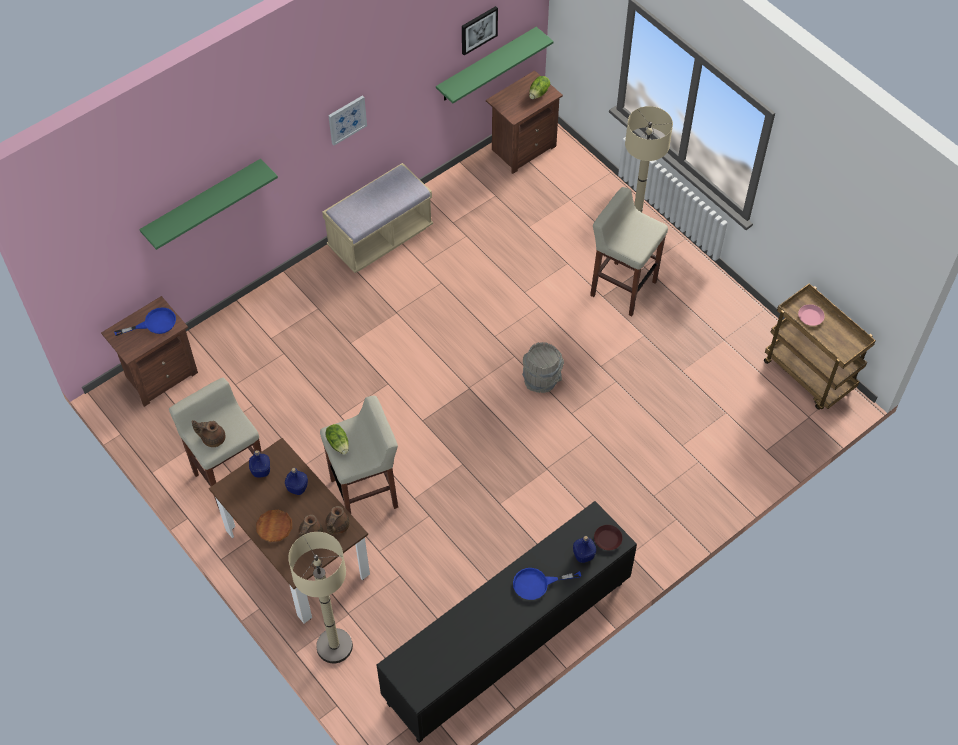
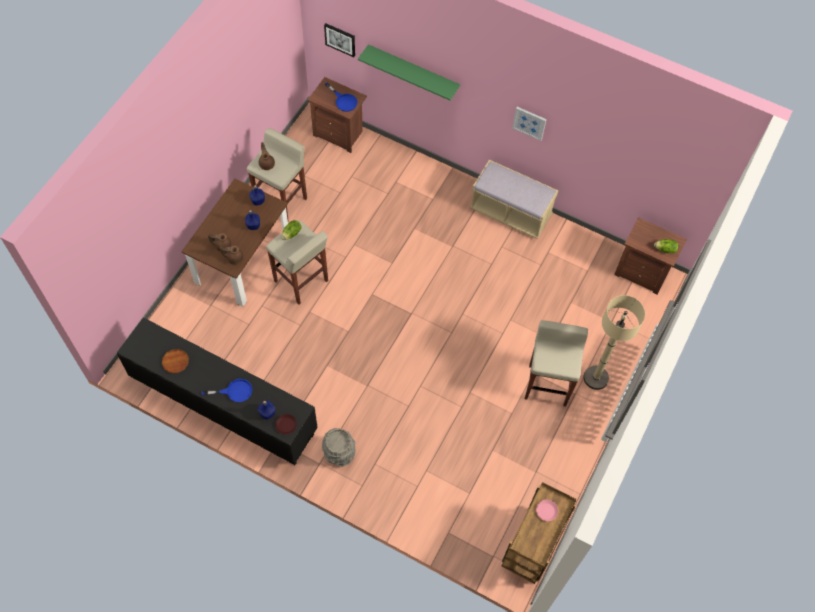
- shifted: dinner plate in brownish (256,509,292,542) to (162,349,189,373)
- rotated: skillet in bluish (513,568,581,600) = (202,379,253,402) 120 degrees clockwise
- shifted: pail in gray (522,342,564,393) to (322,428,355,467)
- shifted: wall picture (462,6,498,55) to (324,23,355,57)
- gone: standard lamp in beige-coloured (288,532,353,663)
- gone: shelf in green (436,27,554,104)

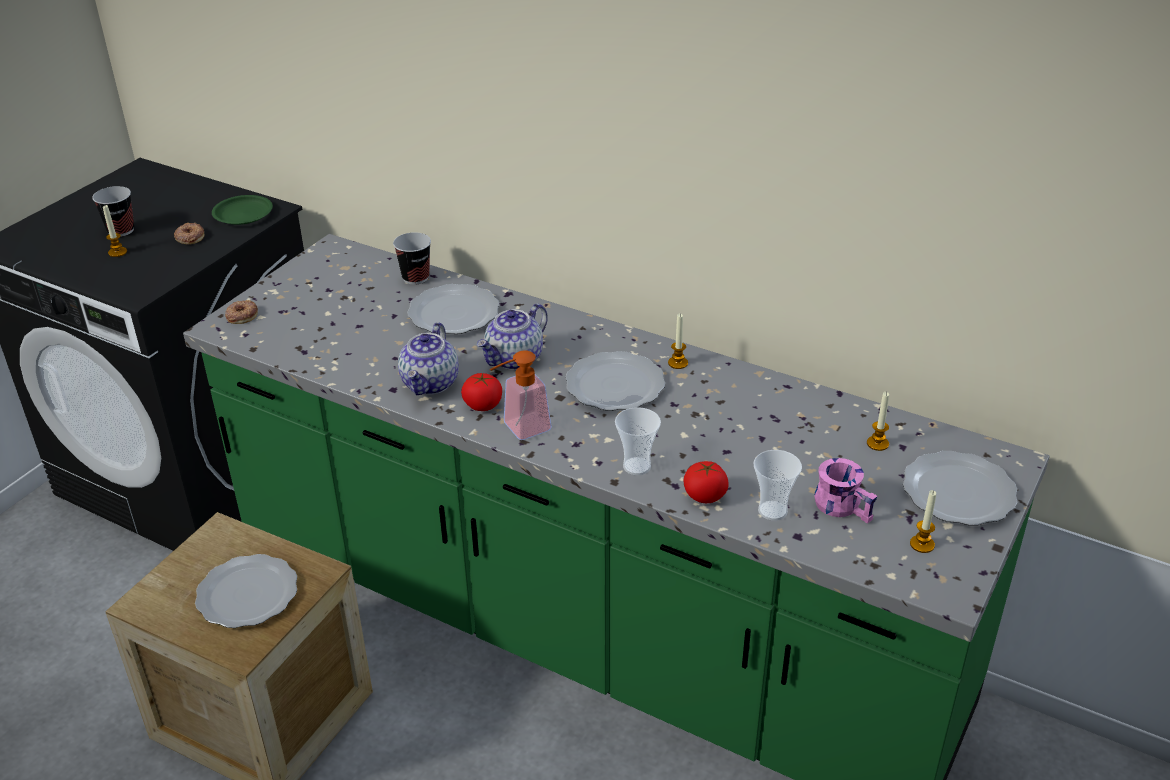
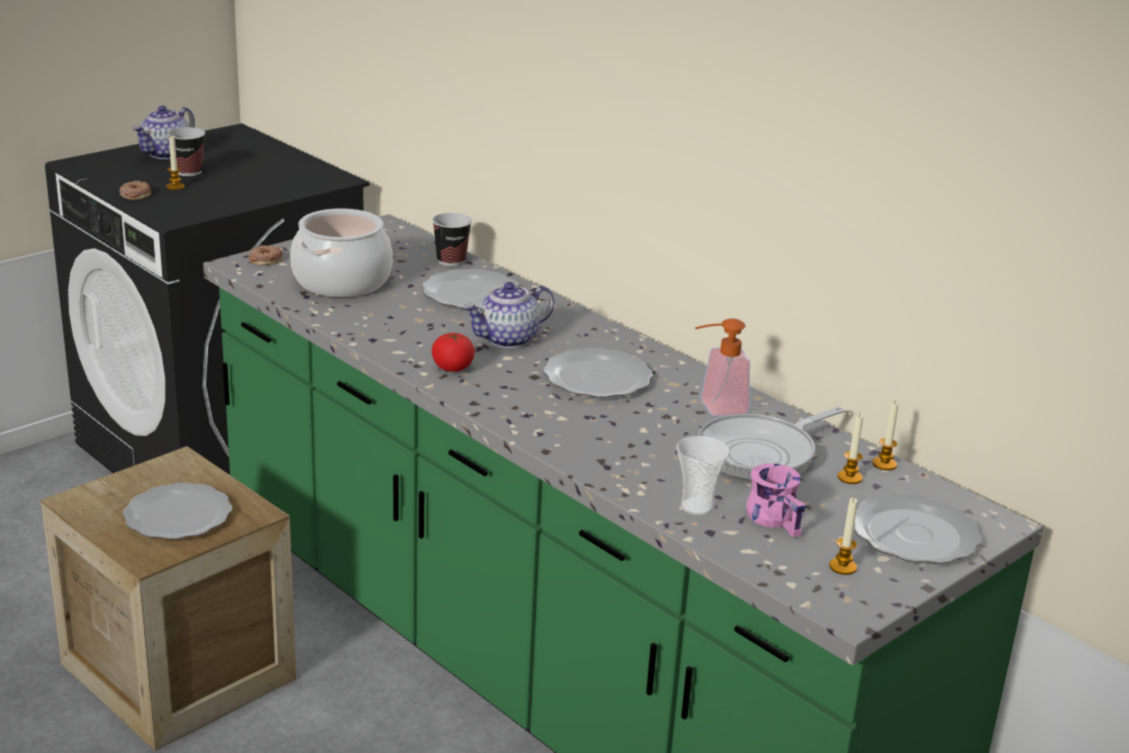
- shifted: doughnut (174,223,204,245) to (119,181,151,200)
- shifted: tea pot (398,322,459,395) to (132,106,195,159)
- new: cooking pot (290,208,393,297)
- shifted: soap bottle (490,350,552,440) to (694,318,750,416)
- new: skillet (698,407,844,481)
- shifted: wax light (668,314,688,369) to (872,400,898,471)
- gone: dinner plate in green (212,195,273,225)
- gone: small cup (615,407,661,475)
- gone: tomato (683,461,729,503)

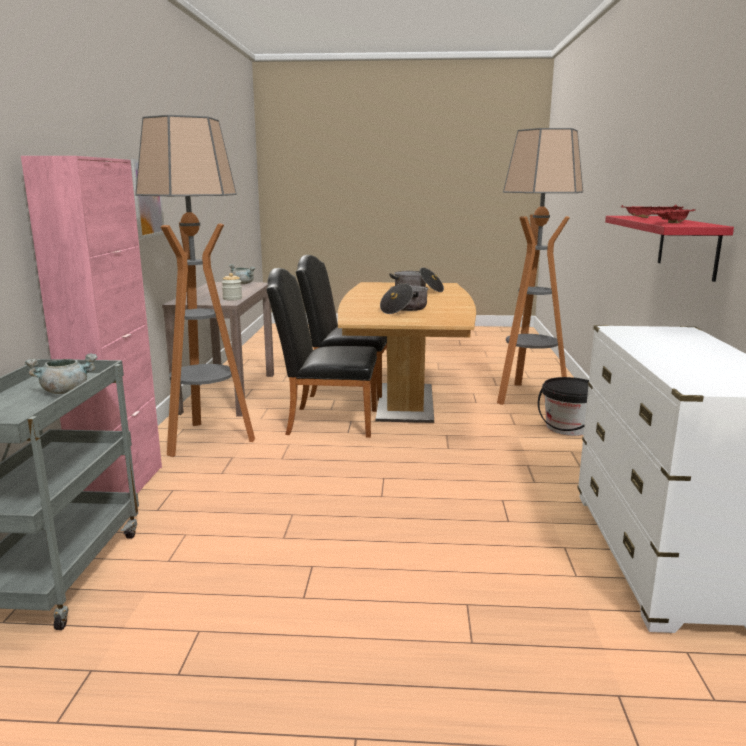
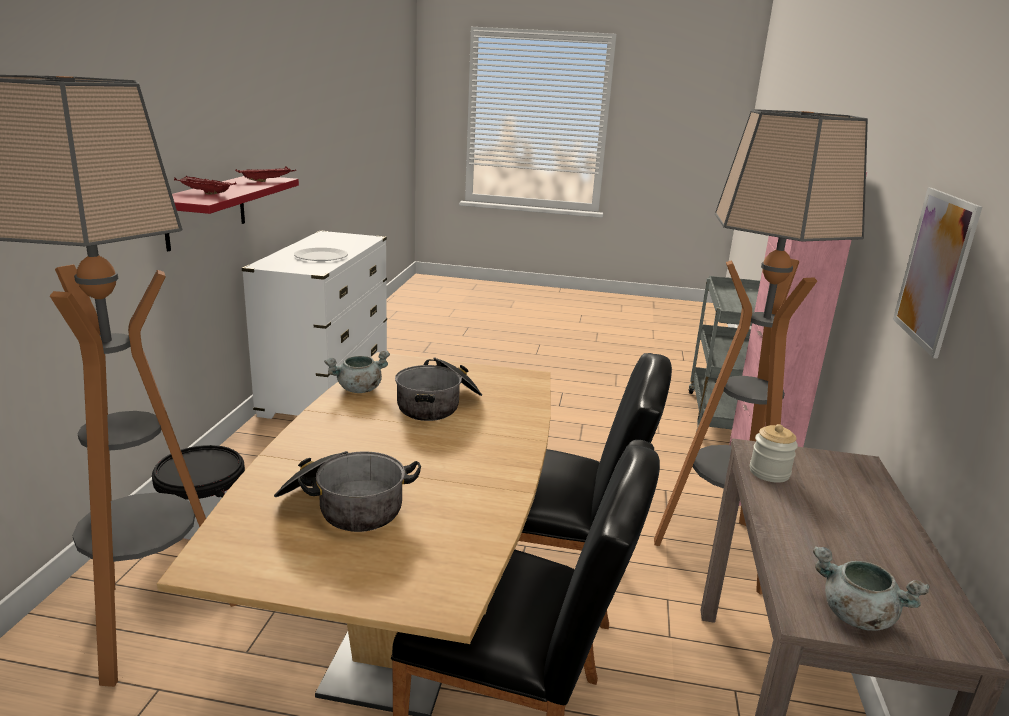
- new: dinner plate in whitish (294,247,348,261)
- shifted: cooking pot in gray (25,354,97,394) to (324,351,390,393)

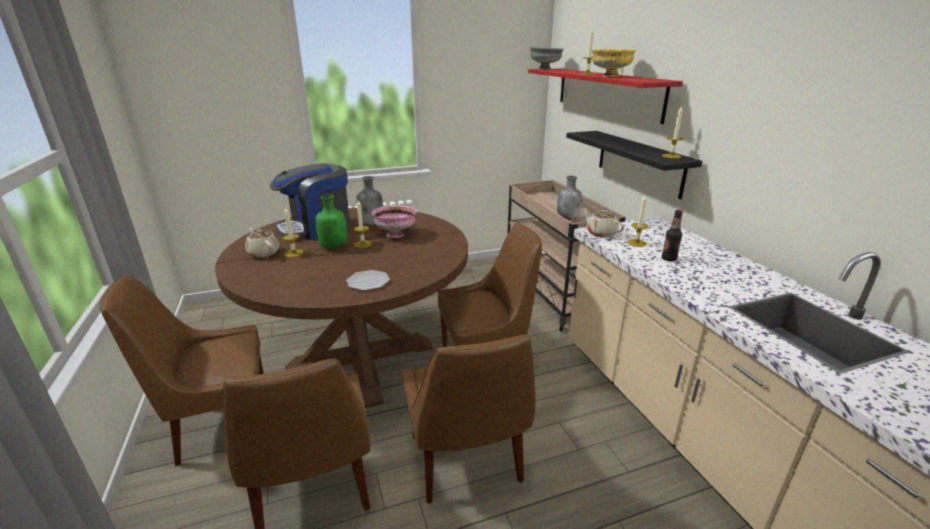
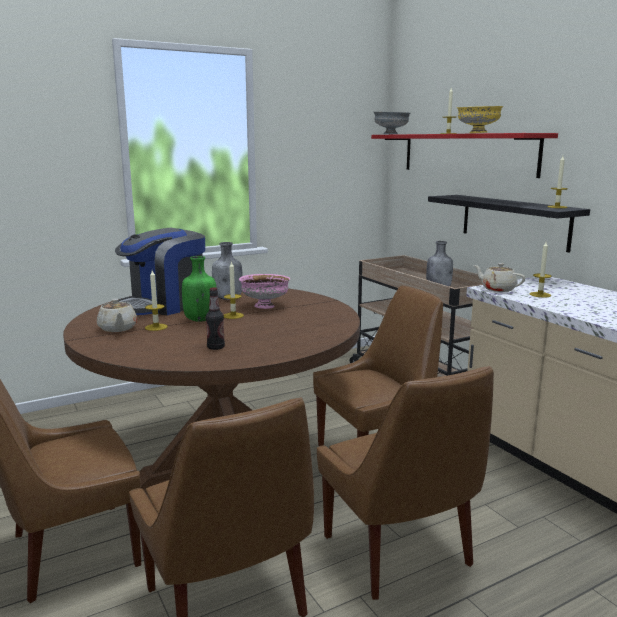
- rotated: tea pot in beige-coloured (245,228,280,258) = (97,299,137,332) 150 degrees counterclockwise
- shifted: bottle (662,210,683,261) to (206,287,225,350)
- gone: dinner plate (346,270,390,291)

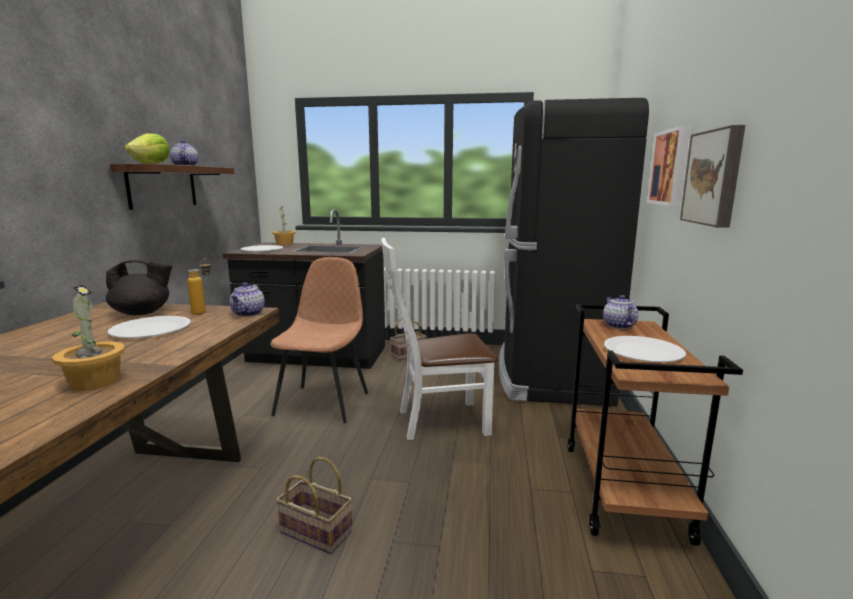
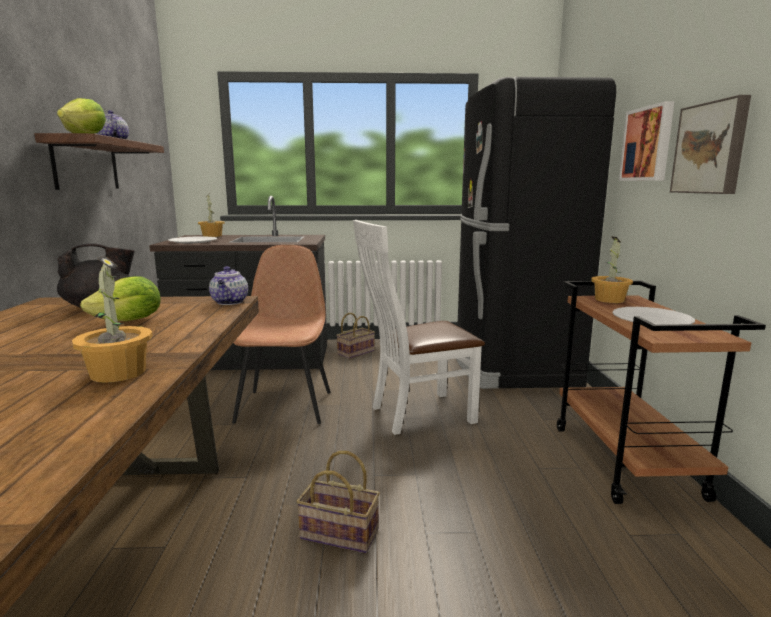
- swapped: dinner plate in whitish (108,316,191,338) to lettuce head (80,276,161,321)
- swapped: tea pot (603,295,638,329) to potted plant (591,236,633,303)
- gone: bottle (187,259,211,315)

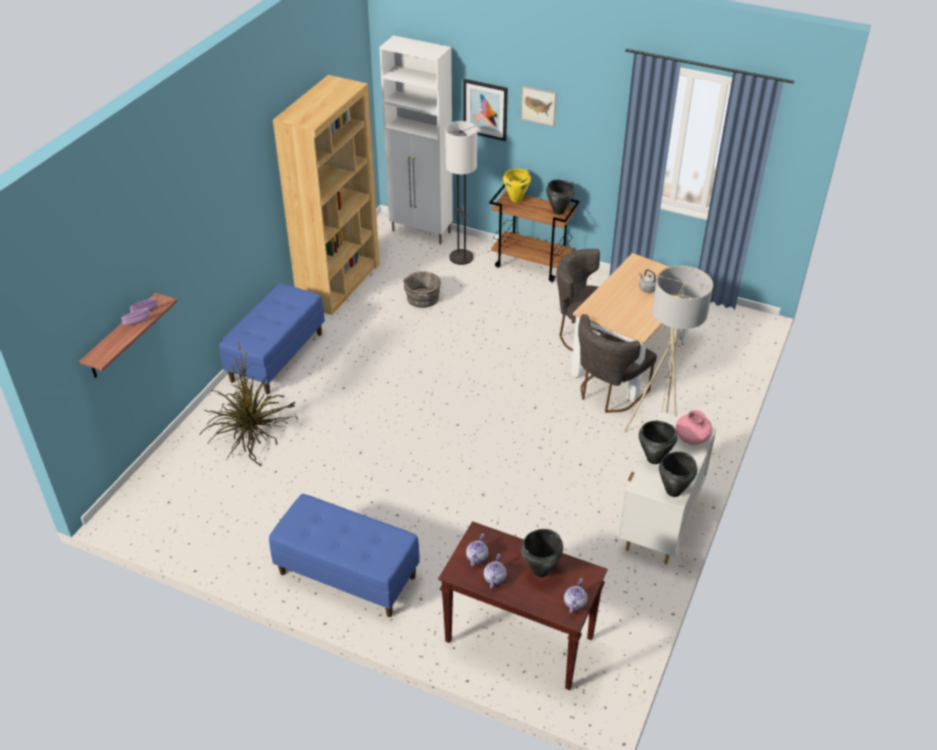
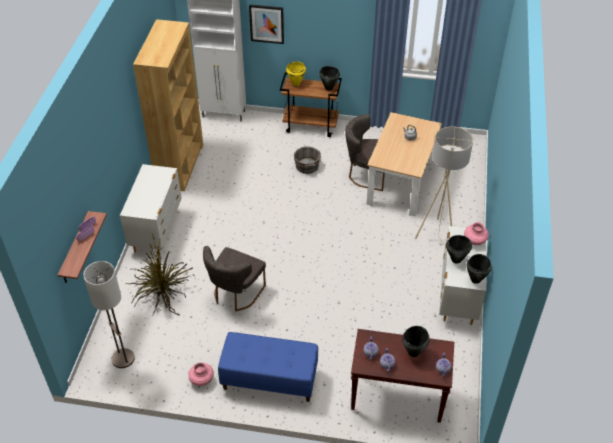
- shifted: standard lamp (445,121,477,265) to (83,261,135,368)
- swapped: bench in bluish (219,283,325,394) to dresser in whitish (120,164,182,256)
- new: decorative vase in pink-coloured (188,363,214,386)
- shifted: chair in gray (578,314,657,413) to (203,246,266,311)
- shifted: pail in gray (403,271,441,308) to (294,147,321,174)
- gone: wall picture (520,85,557,127)

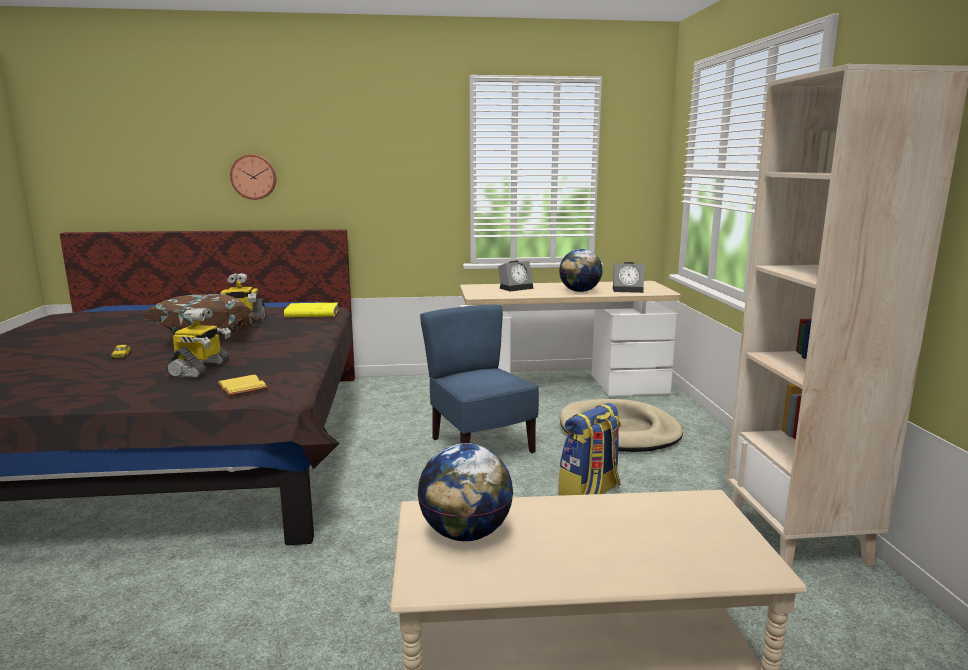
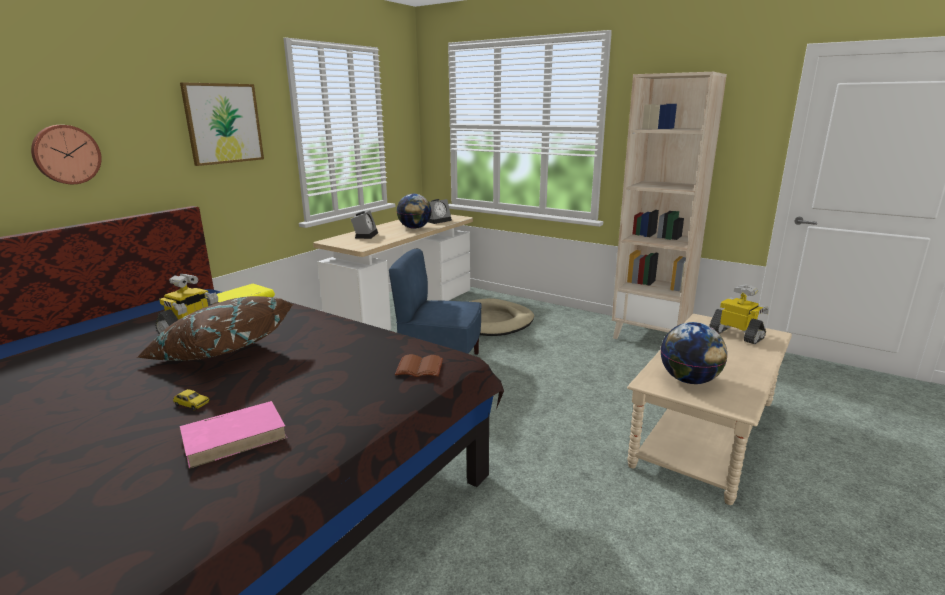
- new: wall picture (180,82,264,166)
- new: book in pink-coloured (180,401,287,469)
- repainted: book in yellowish (216,375,268,396) to book in brownish (395,354,443,377)
- shifted: toy robot (166,308,231,379) to (710,284,769,344)
- gone: rucksack (558,403,621,496)

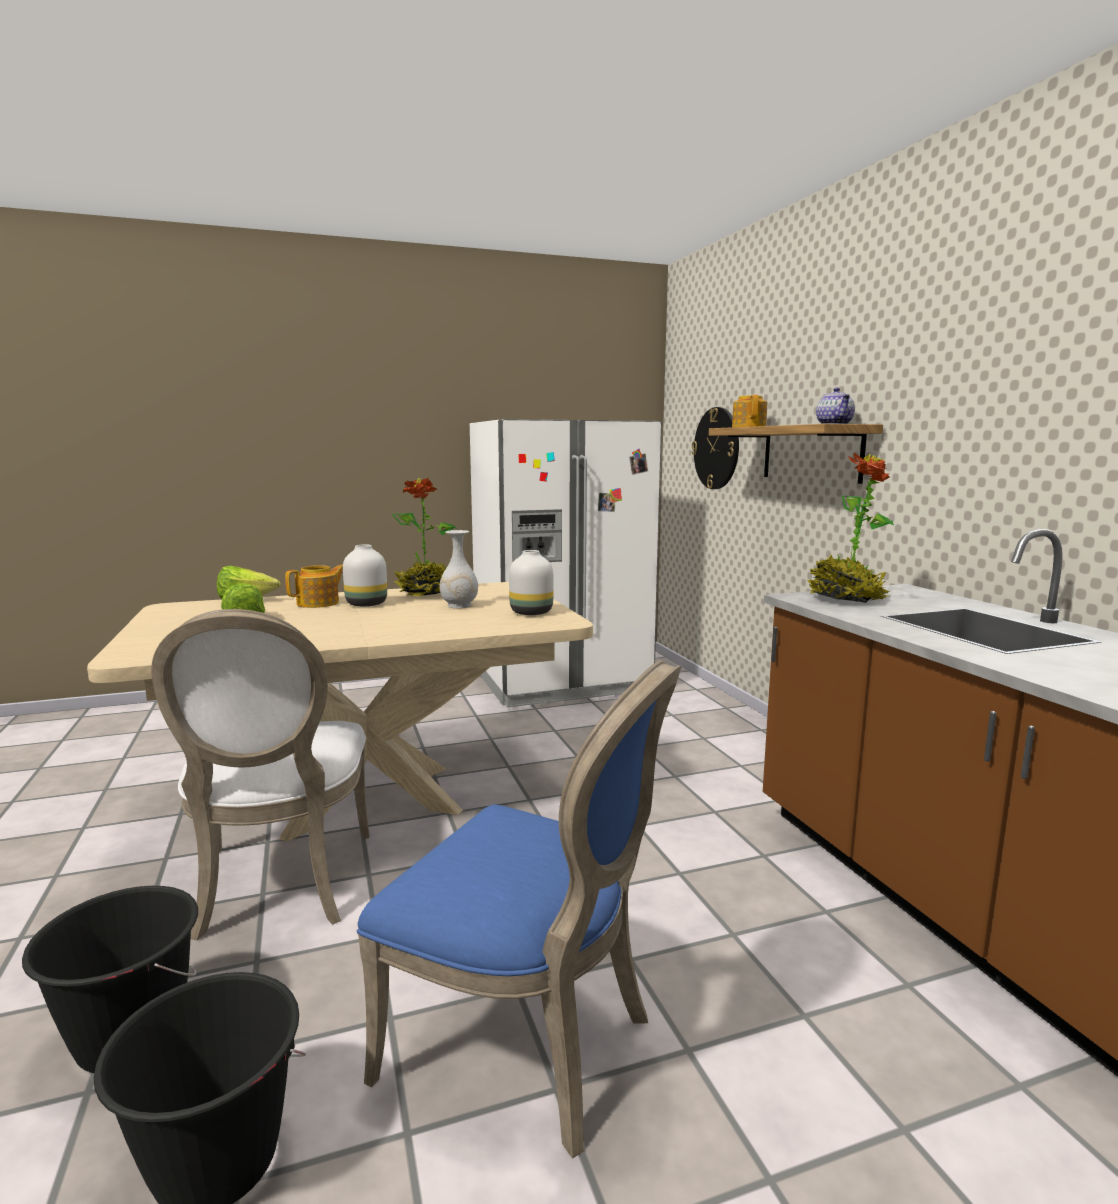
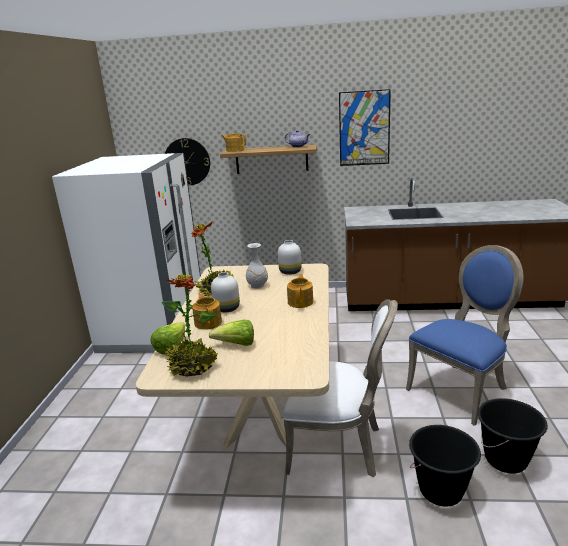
- shifted: potted plant (807,453,894,603) to (161,274,218,377)
- new: tea pot (287,274,313,308)
- new: wall picture (339,89,391,166)

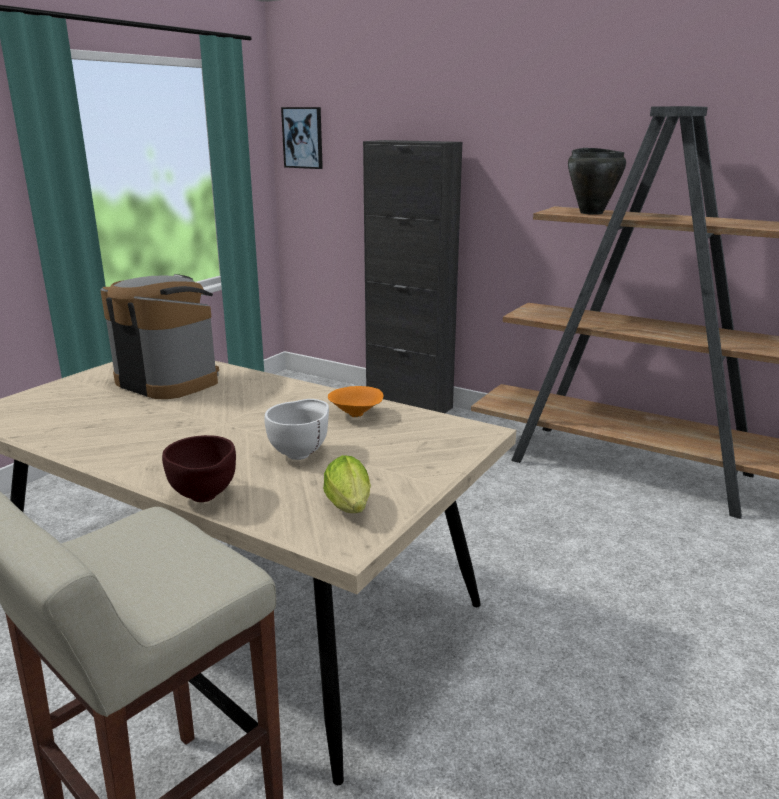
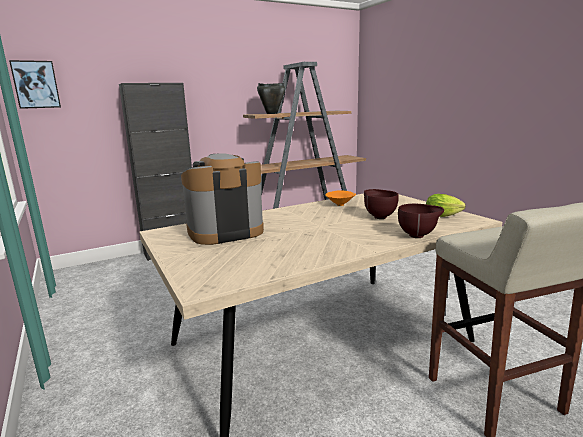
- repainted: deep dish in whitish (265,399,329,460) to deep dish in brownish (364,189,399,219)

